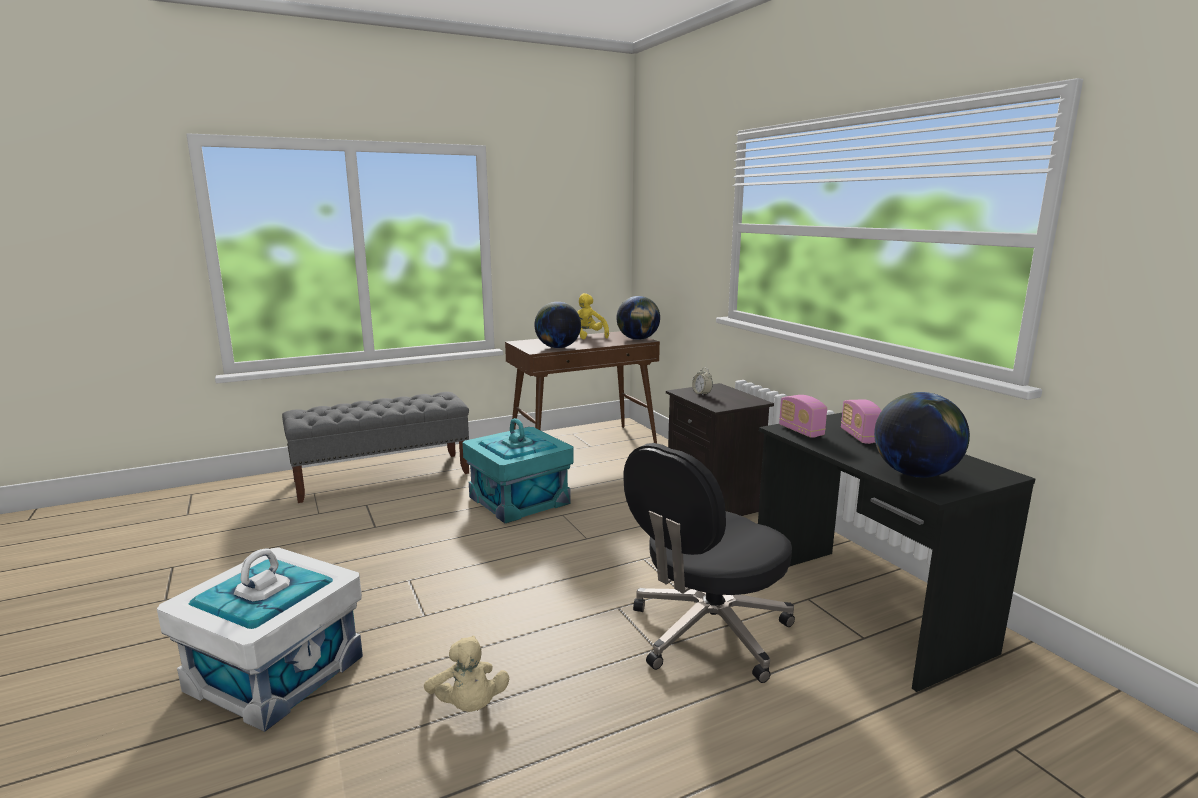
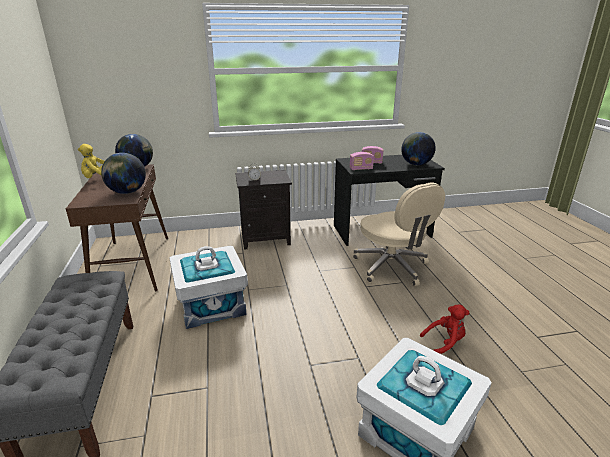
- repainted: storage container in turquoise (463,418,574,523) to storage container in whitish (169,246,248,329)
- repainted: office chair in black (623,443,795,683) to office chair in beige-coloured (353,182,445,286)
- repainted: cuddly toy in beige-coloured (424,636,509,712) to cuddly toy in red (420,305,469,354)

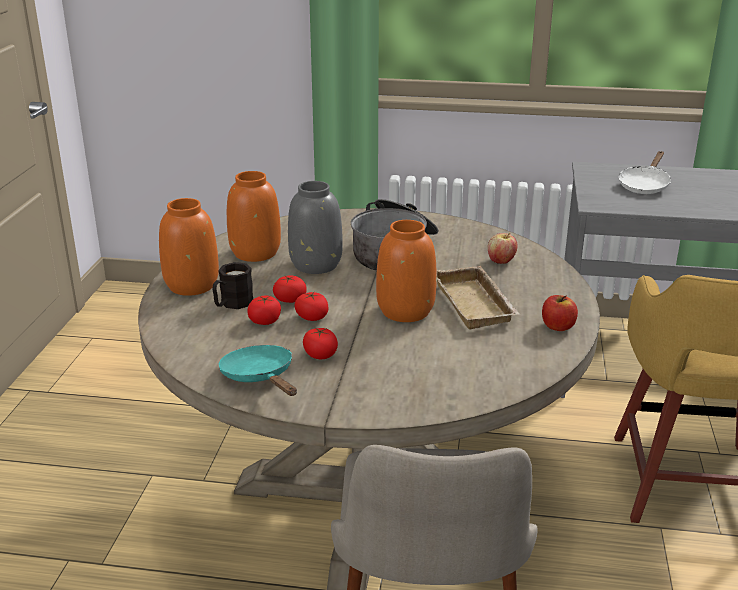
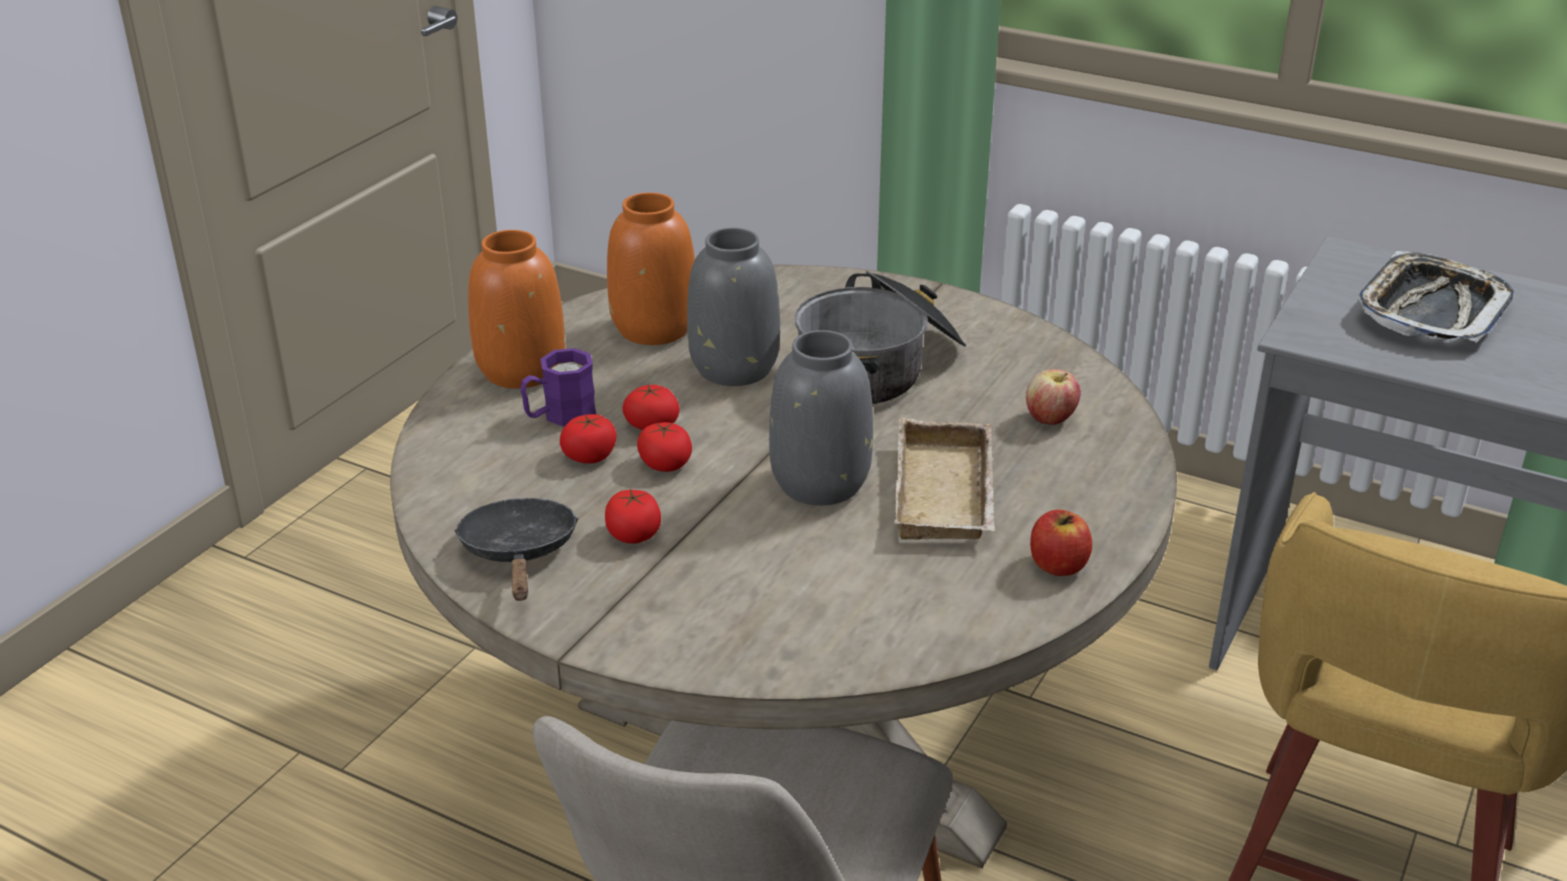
- repainted: skillet in turquoise (219,345,297,396) to skillet in black (454,498,578,601)
- repainted: coffee mug in black (212,262,253,309) to coffee mug in purple-coloured (520,348,596,427)
- repainted: decorative vase in orange (376,220,437,322) to decorative vase in gray (769,330,873,505)
- swapped: skillet in whitish (619,151,671,194) to tray (1358,251,1514,343)

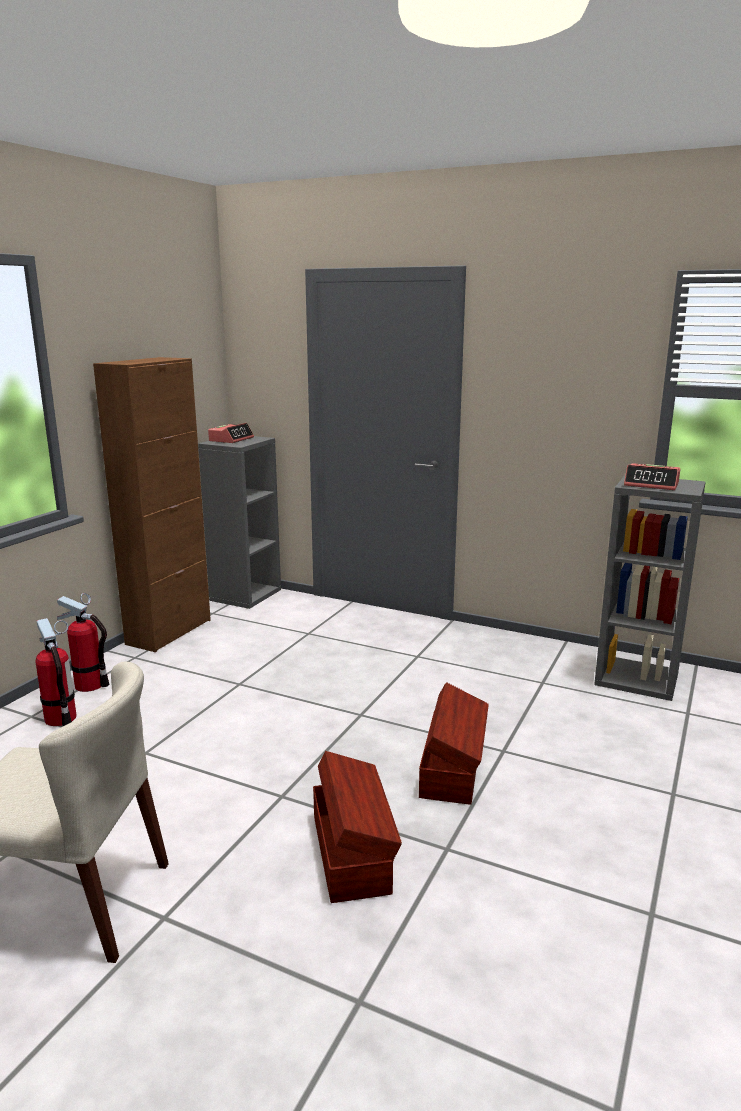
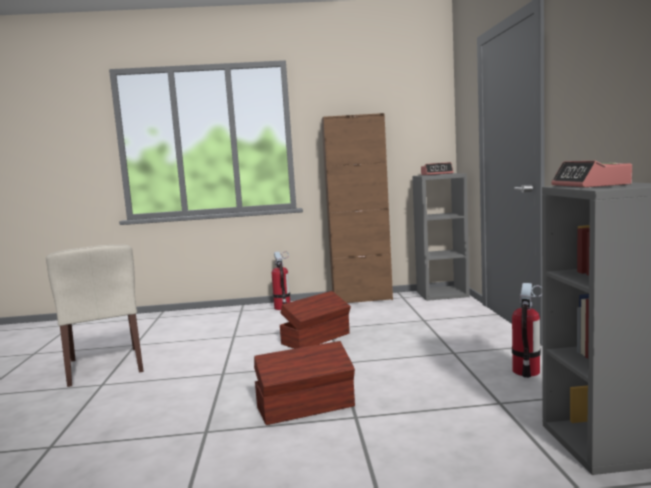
- shifted: storage container in brownish (313,751,402,903) to (280,291,351,349)
- shifted: fire-fighting cylinder (35,618,77,726) to (512,283,542,378)

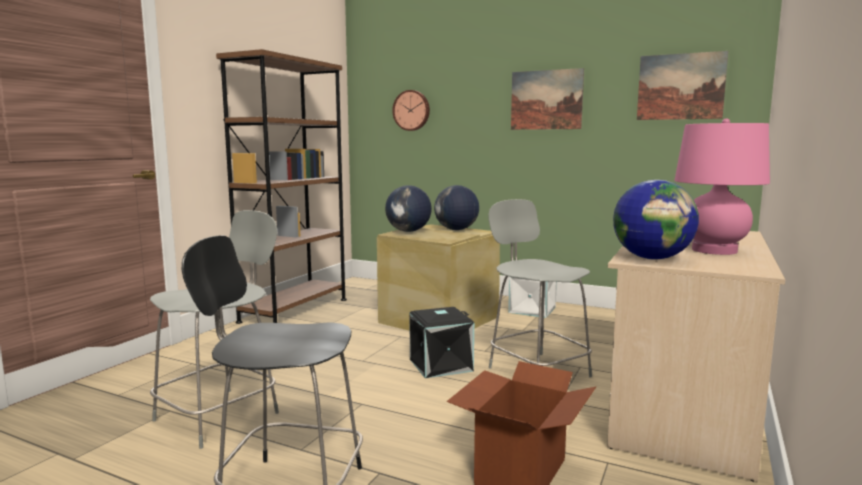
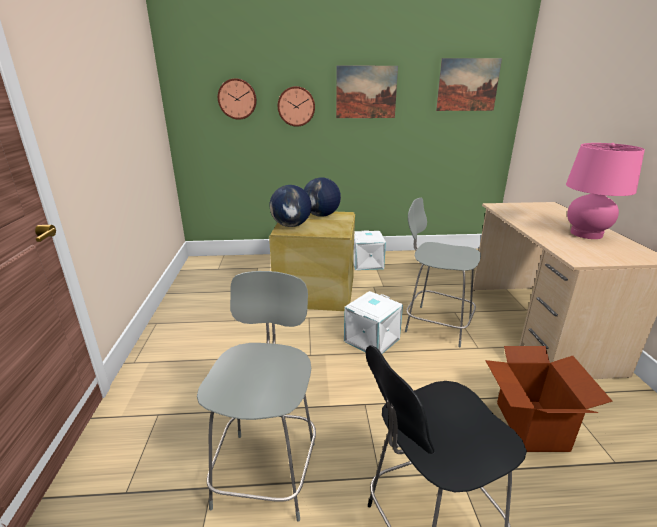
- new: clock on the wall (278,86,315,127)
- repainted: storage container in black (409,307,474,378) to storage container in whitish (344,291,403,354)
- gone: shelving unit in brownish (216,49,347,324)
- gone: globe (613,180,699,260)

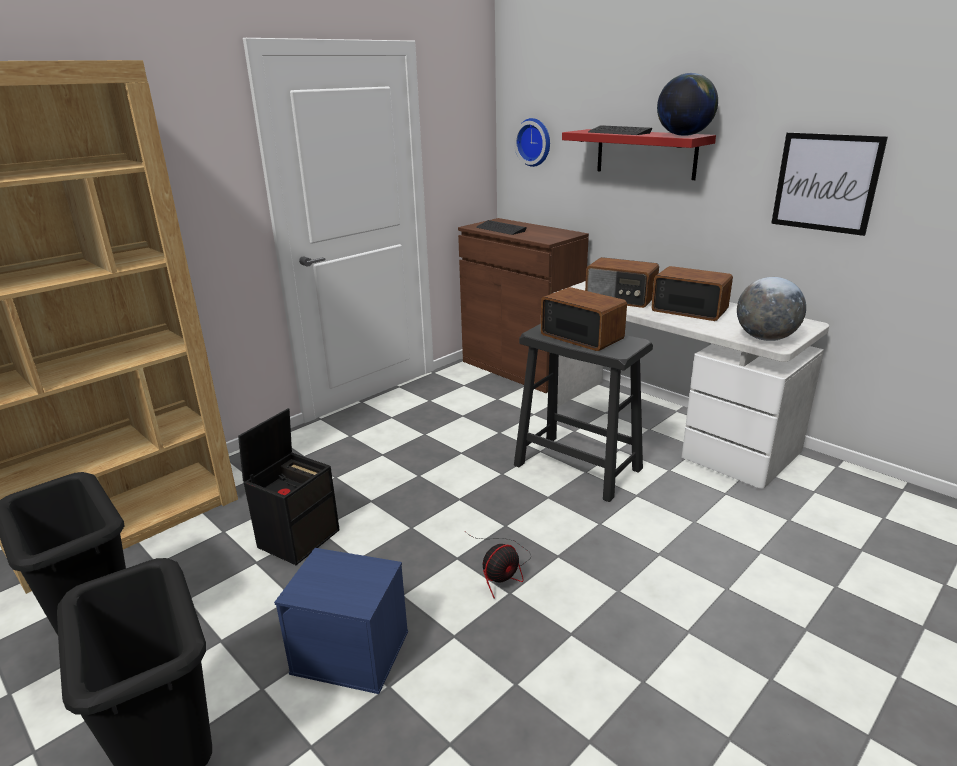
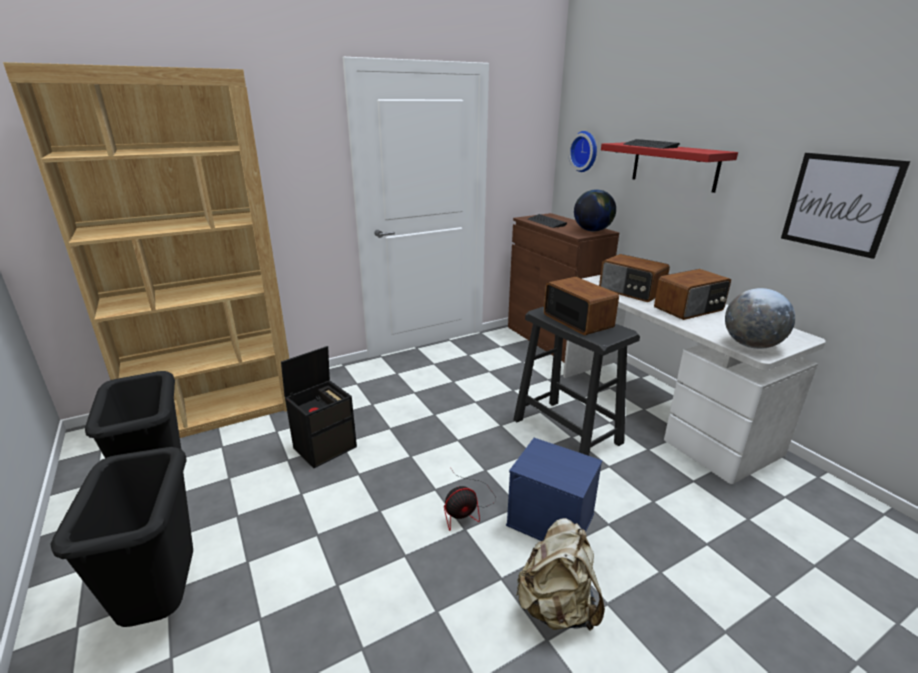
- shifted: storage container in bluish (274,548,408,694) to (506,438,602,541)
- new: rucksack in beige-coloured (516,518,605,631)
- shifted: globe (657,73,718,136) to (574,189,616,232)
- rotated: radio set (651,266,733,321) = (654,269,731,320) 105 degrees clockwise

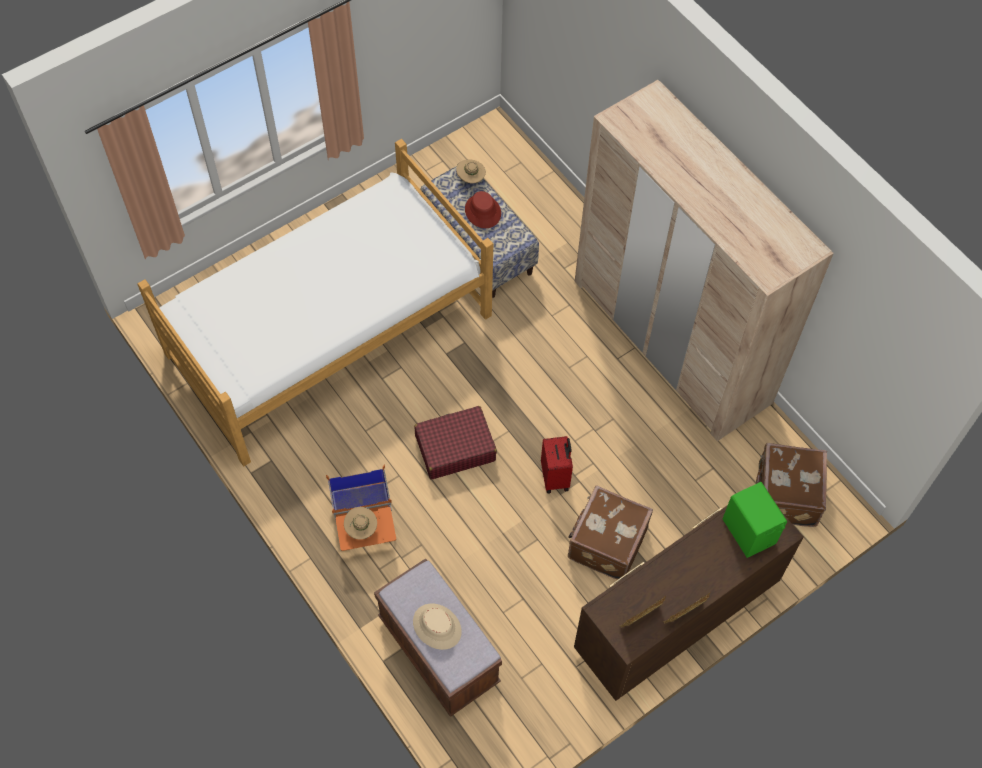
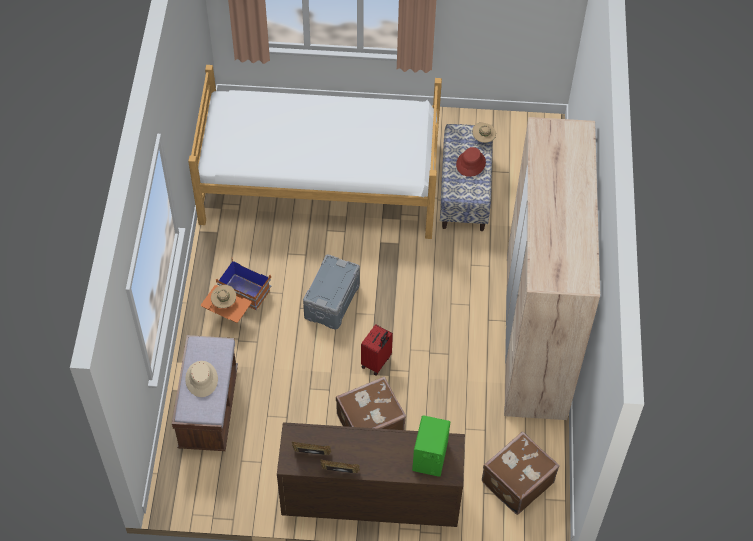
- swapped: suitcase in red (414,406,497,479) to storage container in gray (303,255,360,329)

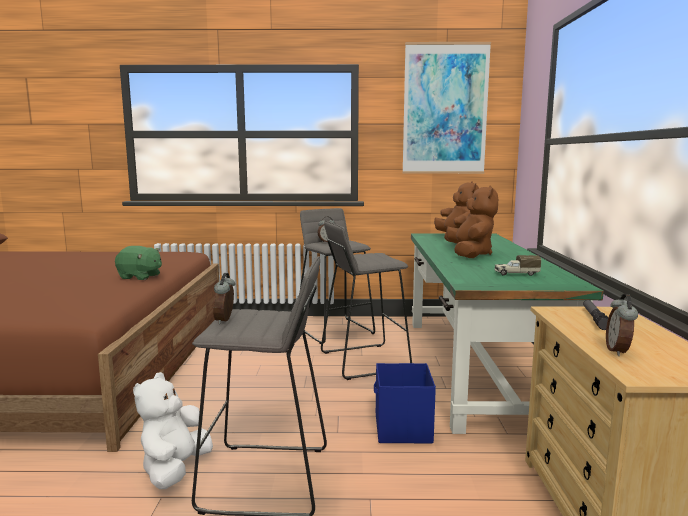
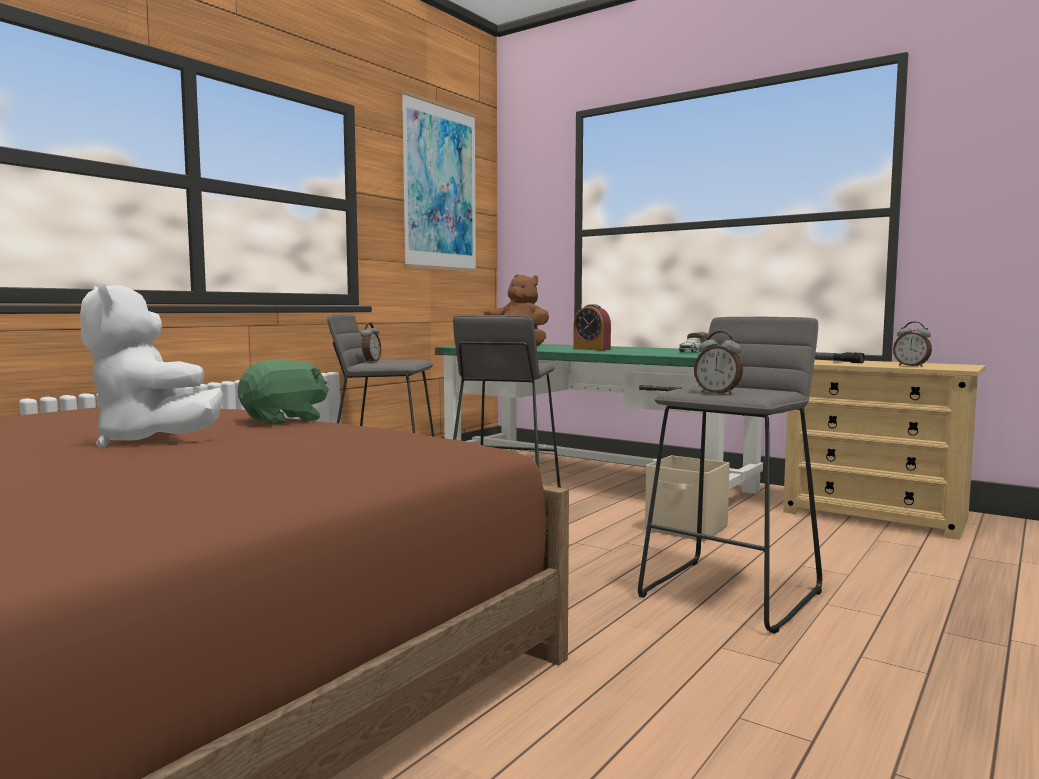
- shifted: cuddly toy in whitish (133,372,213,489) to (80,281,223,447)
- swapped: cuddly toy in brownish (446,185,498,258) to alarm clock (573,304,611,350)
- repainted: storage container in bluish (374,363,436,443) to storage container in beige-coloured (645,455,730,542)

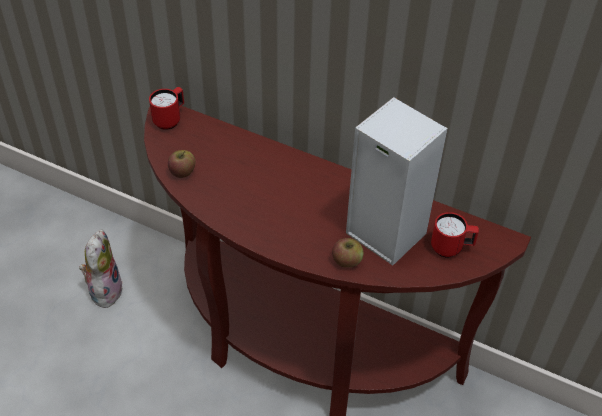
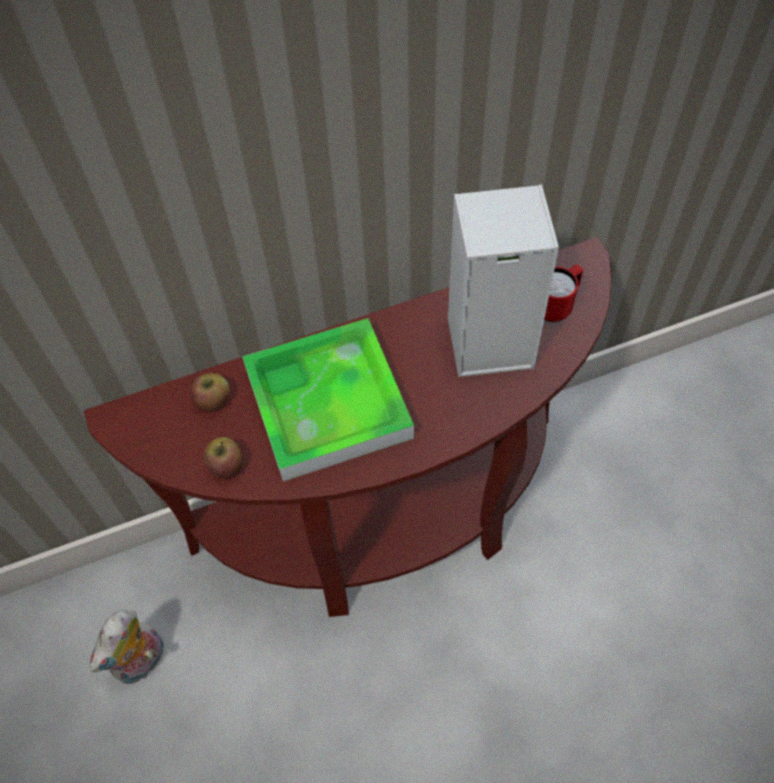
- rotated: cuddly toy (79,229,123,308) = (90,610,164,684) 105 degrees counterclockwise
- shifted: apple (332,238,364,268) to (190,373,230,412)
- new: tray (242,318,414,481)
- gone: coffee mug in red (149,87,184,130)

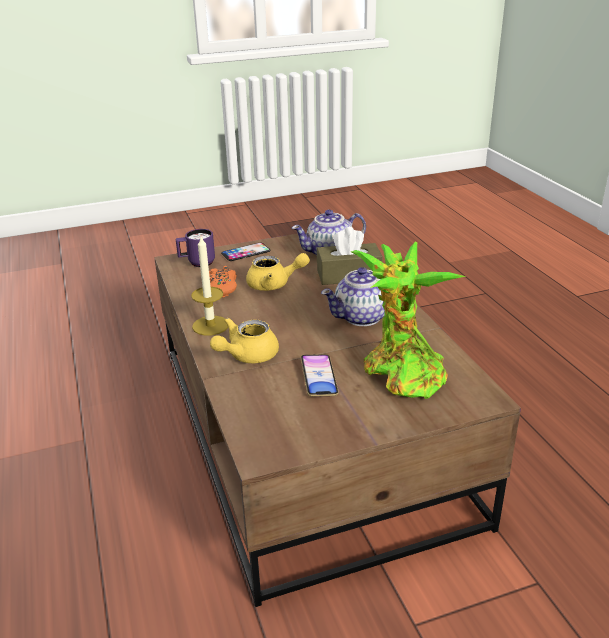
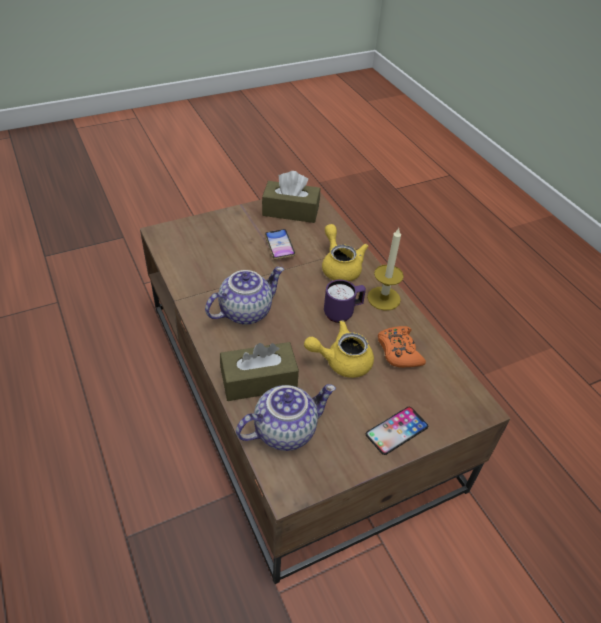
- new: box of tissues in brownish (262,171,320,223)
- rotated: tea pot in yellowish (210,318,279,363) = (322,224,368,282) 60 degrees counterclockwise
- shifted: coffee mug in purple-coloured (176,229,215,267) to (324,280,366,323)
- gone: potted plant (351,242,466,399)

